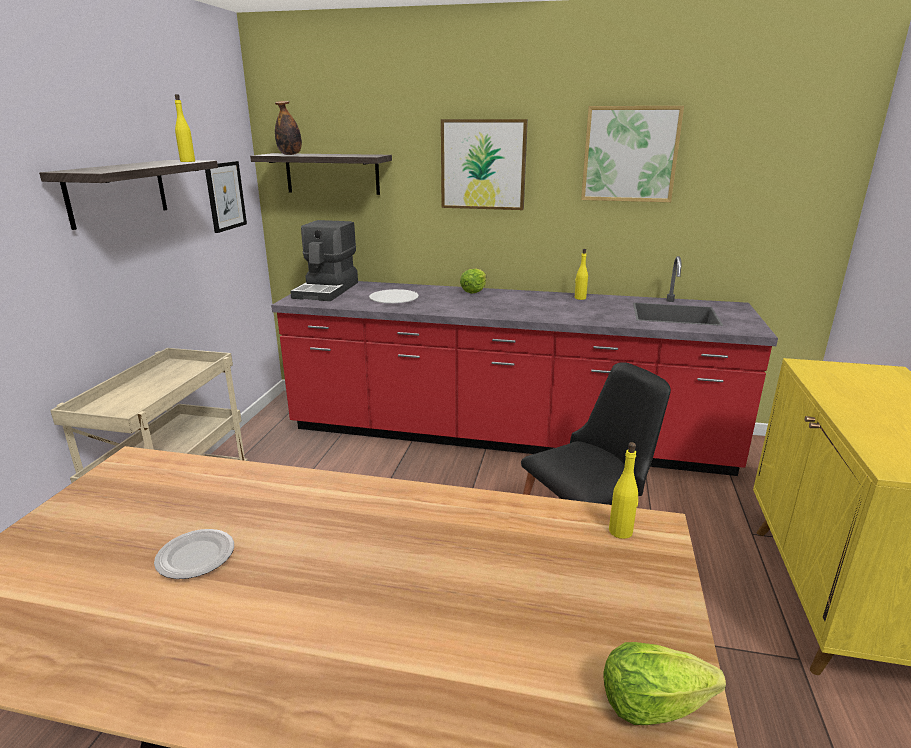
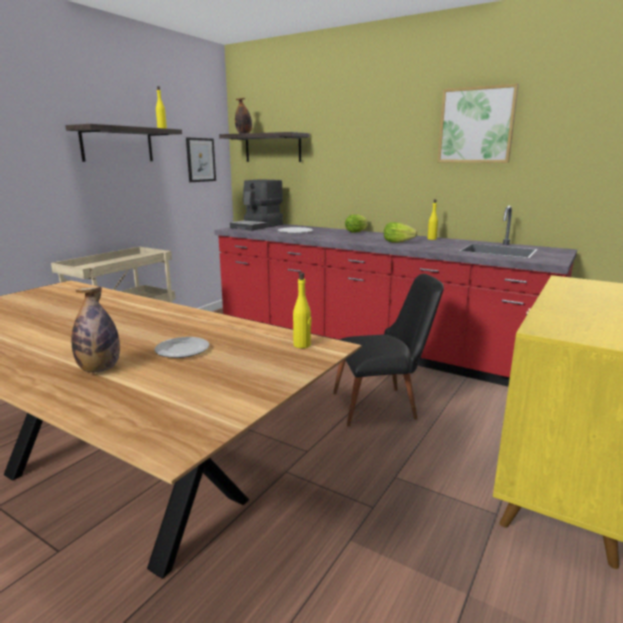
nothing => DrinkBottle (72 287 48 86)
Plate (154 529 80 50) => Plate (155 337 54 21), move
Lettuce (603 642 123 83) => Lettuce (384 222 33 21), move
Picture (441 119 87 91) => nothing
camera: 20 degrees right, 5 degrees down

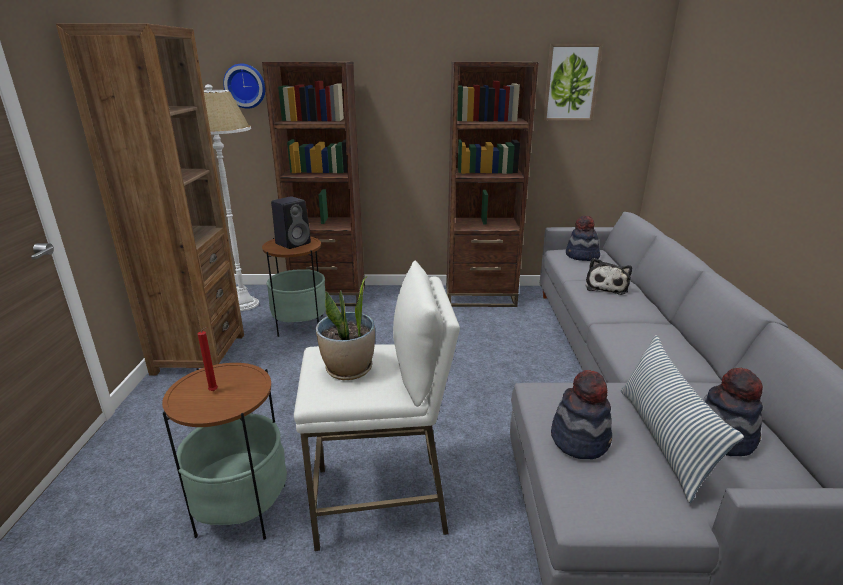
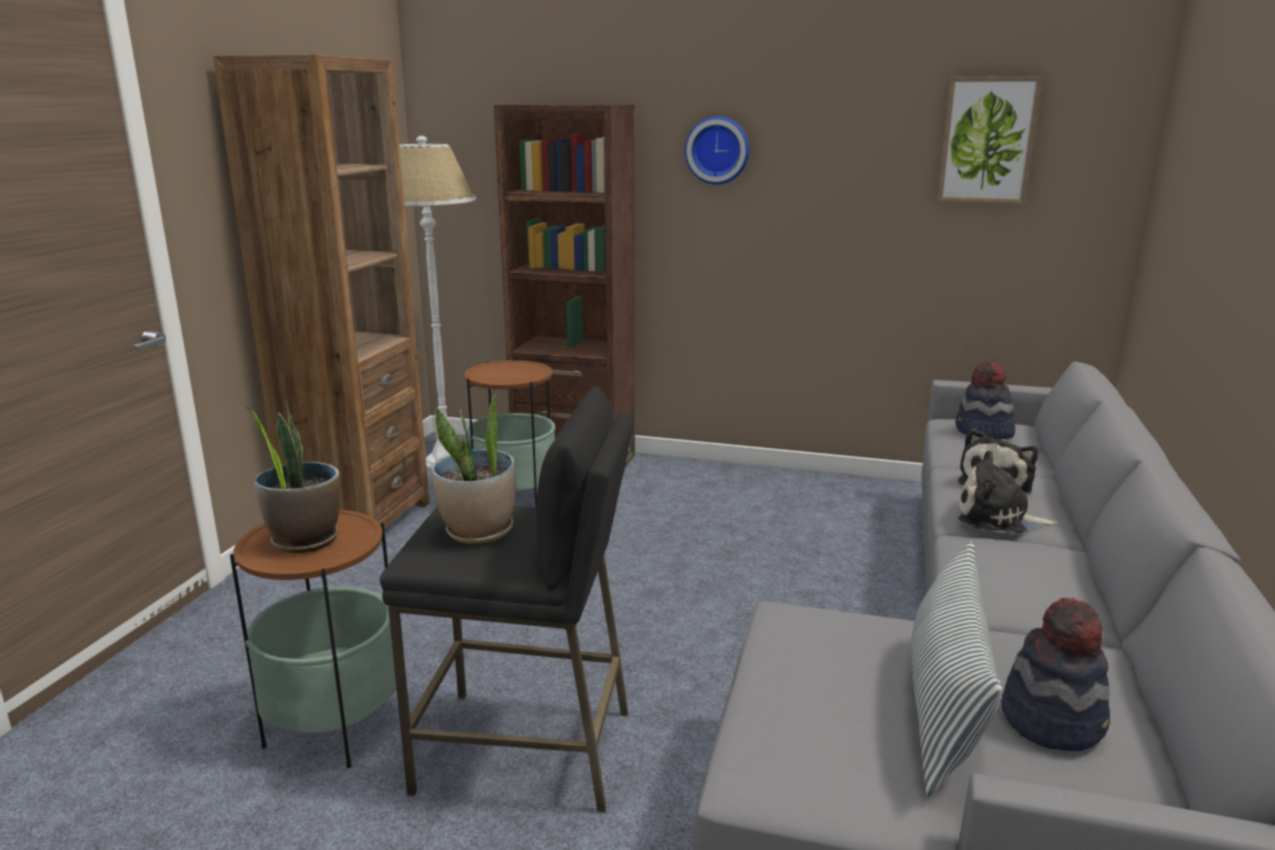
ReddishWaxLight (198 327 20 64) => PlantInAPot (246 399 94 154)
WhiteColouredSittingStool (294 261 166 290) => BlackSittingStool (380 386 255 426)
HangingClock (223 64 42 45) => HangingClock (685 116 65 69), move
nothing => SoftToy (959 450 98 84)
BlackSpeaker (271 196 40 53) => nothing
BrownColouredBookshelf (446 62 92 245) => nothing
Hat (551 370 61 89) => nothing
camera: 15 degrees right, 5 degrees down

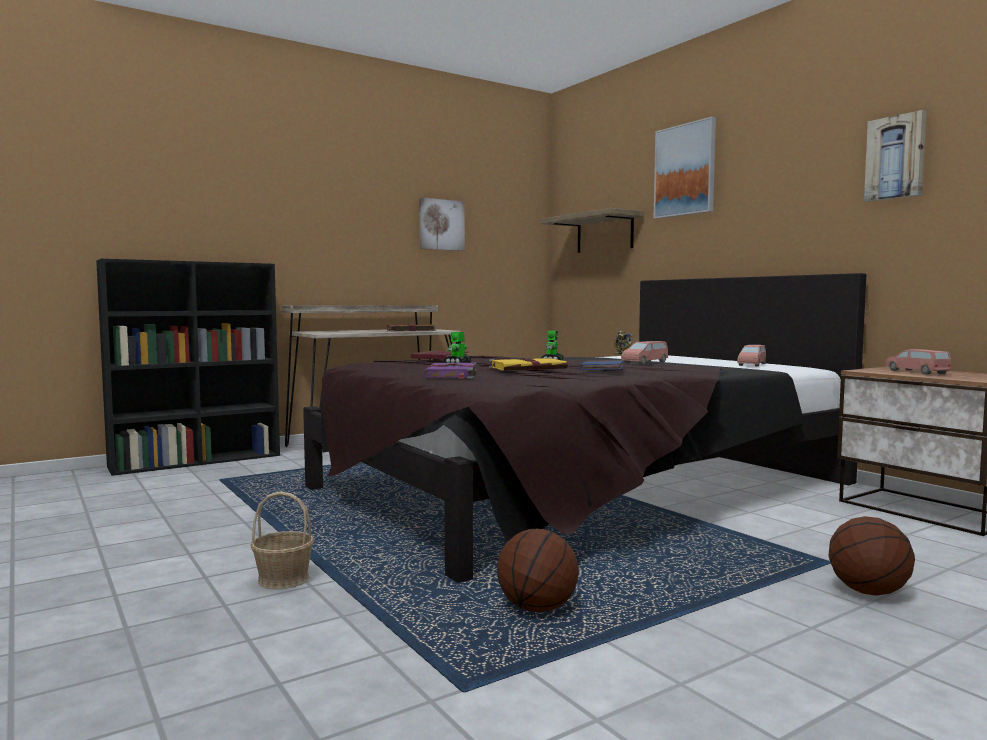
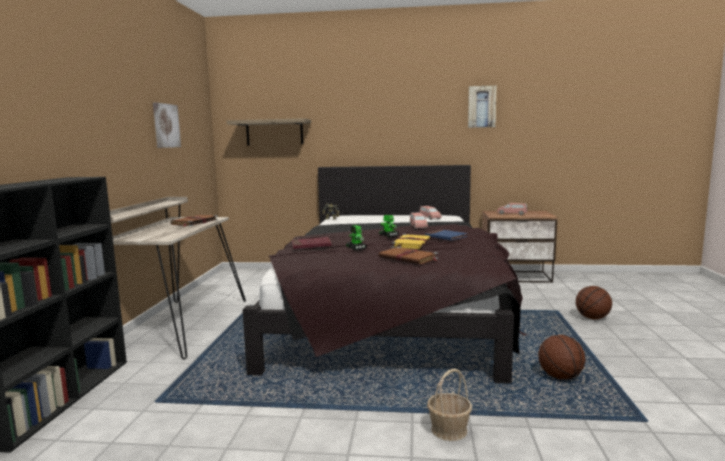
PurpleColouredBook (423 362 54 17) => BrownColouredBook (379 247 60 17)
Picture (654 117 62 102) => nothing
camera: 50 degrees left, 5 degrees up

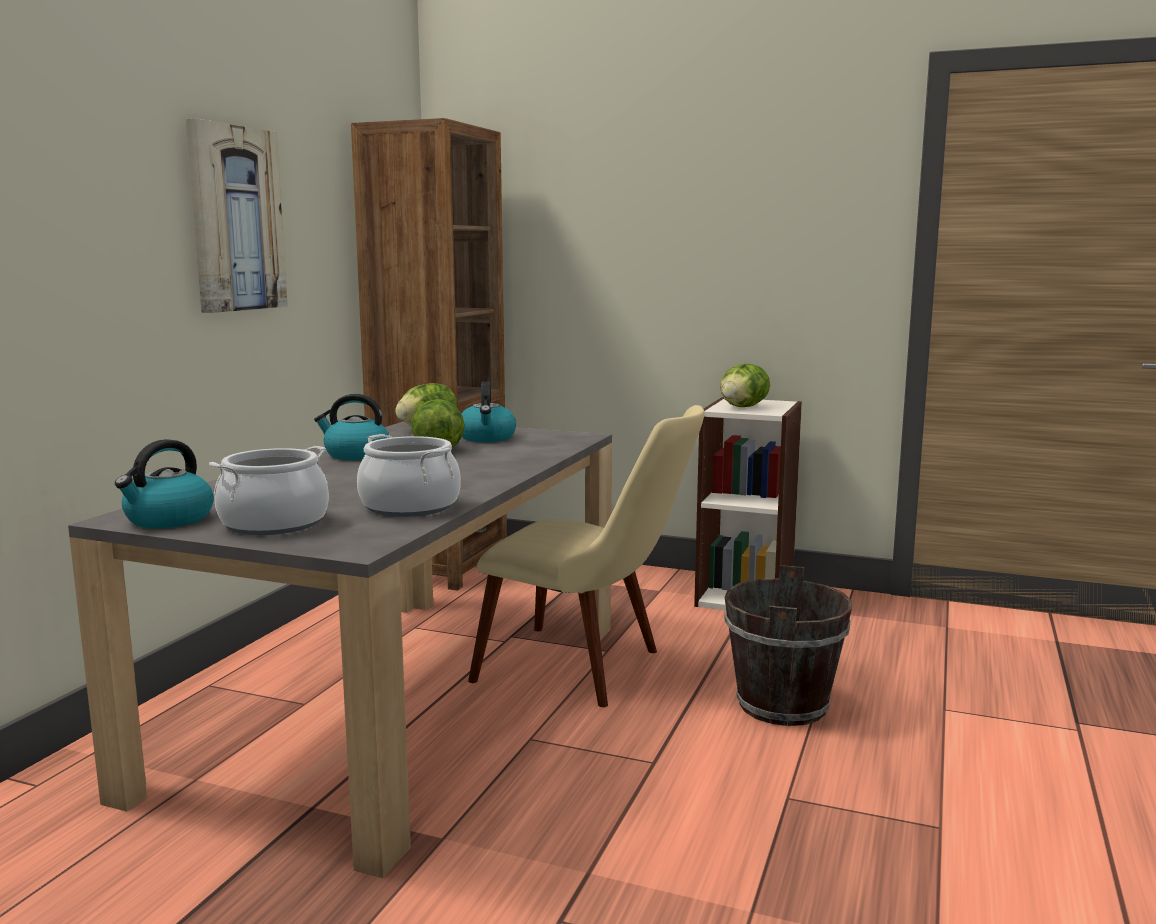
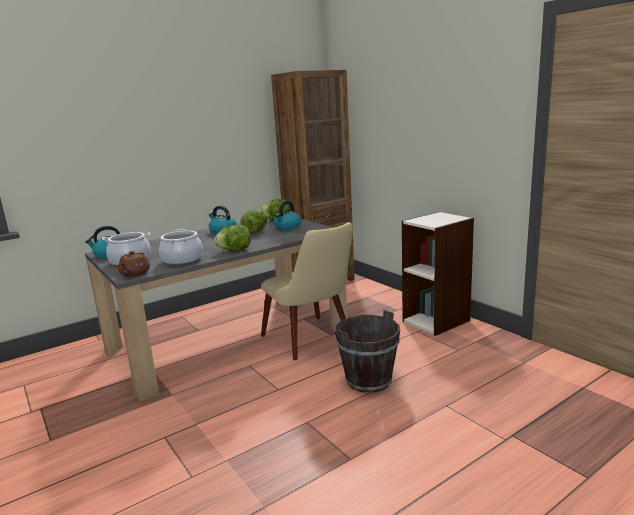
nothing => BrownColouredTeapot (118 251 32 26)
Lettuce (720 363 50 44) => Lettuce (214 225 36 26), move
Picture (186 118 102 195) => nothing
camera: 35 degrees right, 5 degrees up

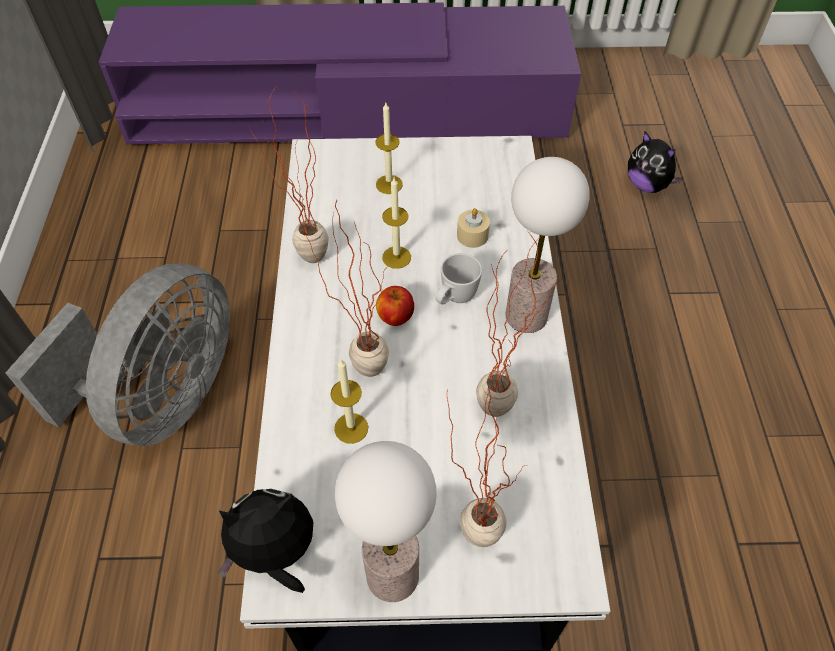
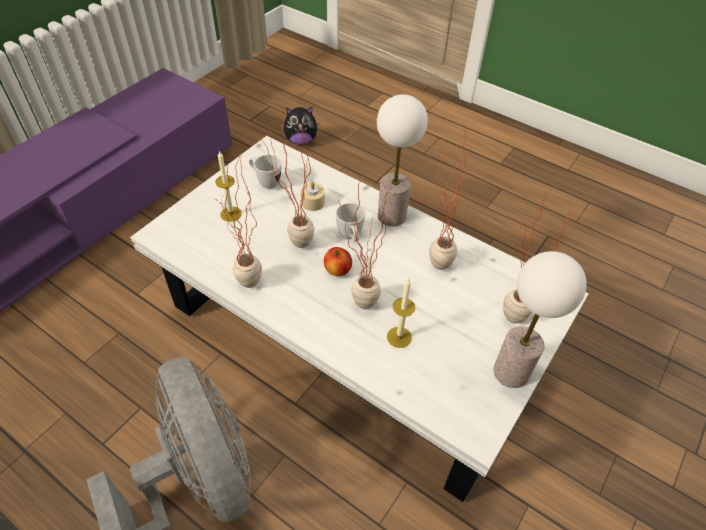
nothing => WhiteColouredTeaMug (249 154 33 35)
WaxLight (382 178 29 91) => PlantInAPot (261 109 54 139)
SoftToy (218 489 95 104) => nothing
camera: 55 degrees left, 5 degrees down

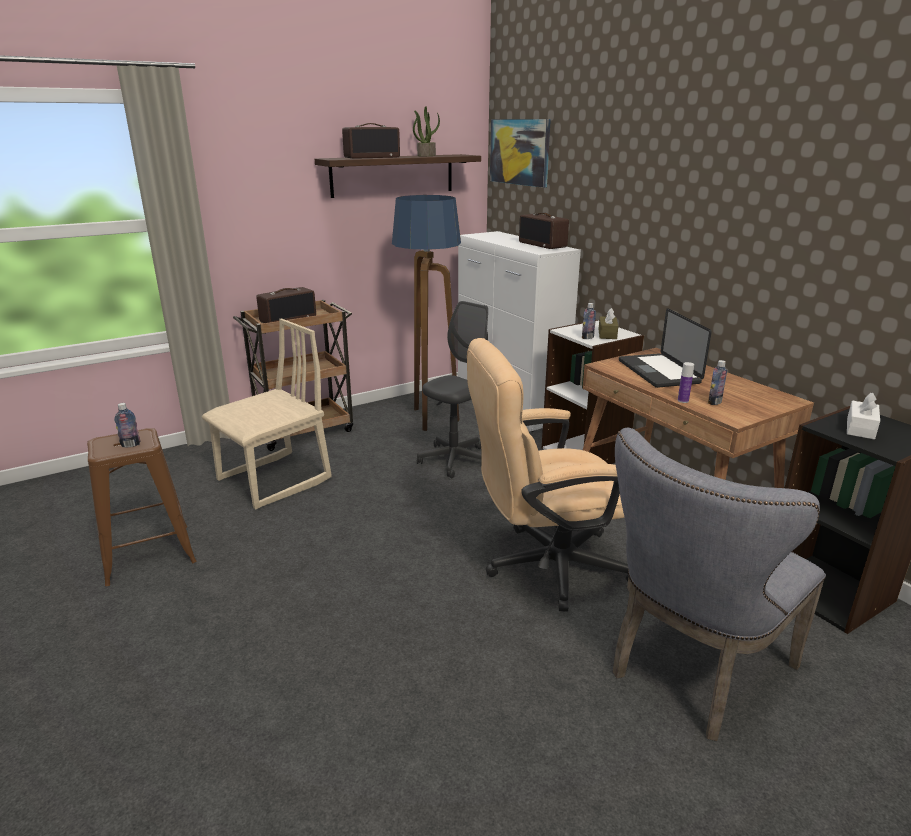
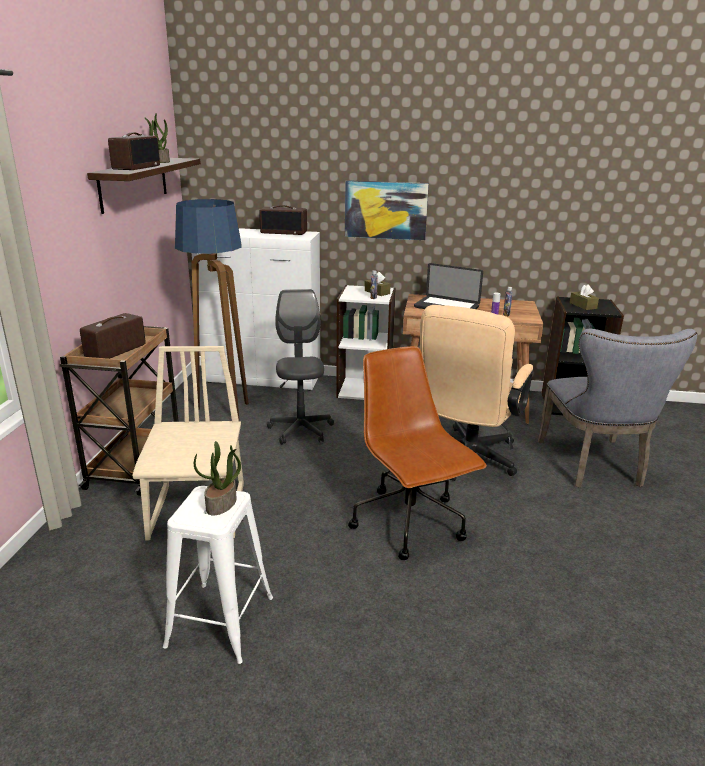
RadioReceiver (256 287 60 36) => RadioReceiver (80 313 66 46), 150 degrees counterclockwise
BrownColouredSittingStool (87 428 110 158) => WhiteColouredSittingStool (163 486 110 178)
DrinkBottle (114 403 27 44) => PlantInAPot (194 441 47 74)
Picture (490 119 61 69) => Picture (345 180 84 60), move
nothing => BrownColouredComputerChair (348 346 139 214)
WhiteColouredTissueHolder (847 393 33 46) => BrownColouredTissueHolder (570 284 29 26)
camera: 50 degrees left, 0 degrees up

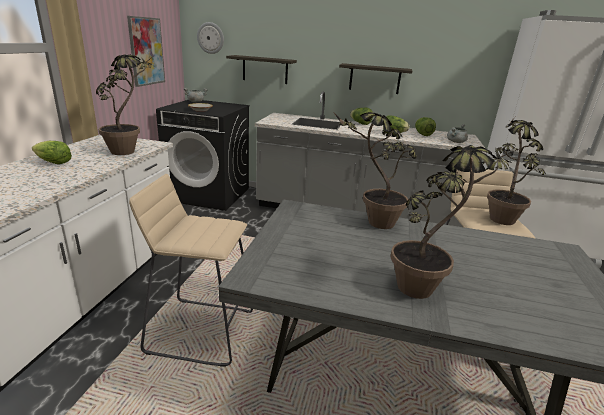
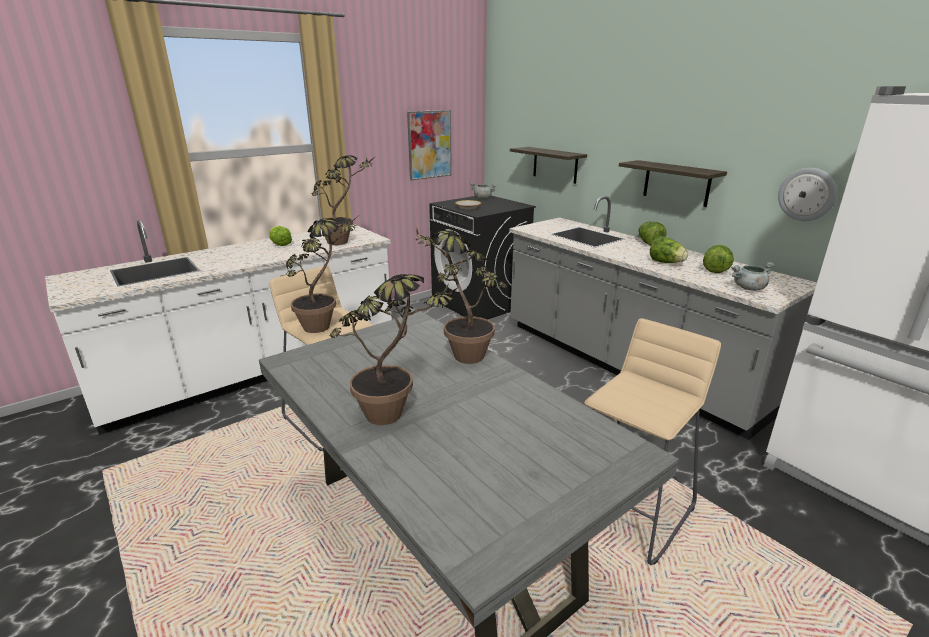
PlantInAPot (487 117 59 108) => PlantInAPot (286 217 71 116), move
HangingClock (197 22 27 32) => HangingClock (778 168 59 53), move
camera: 40 degrees right, 0 degrees up

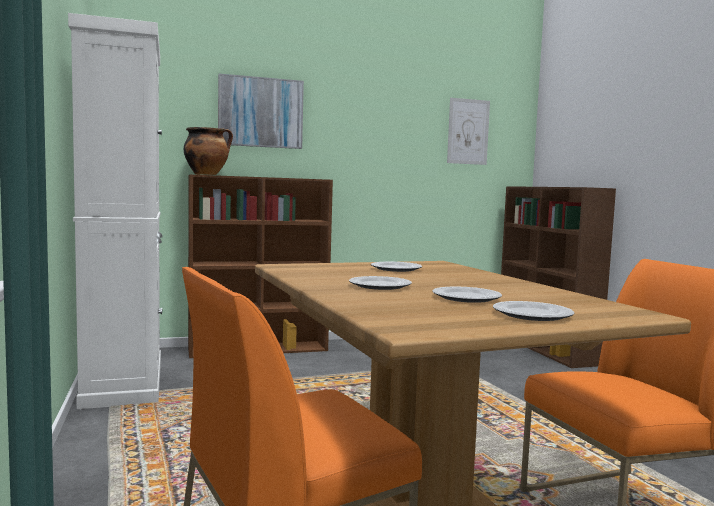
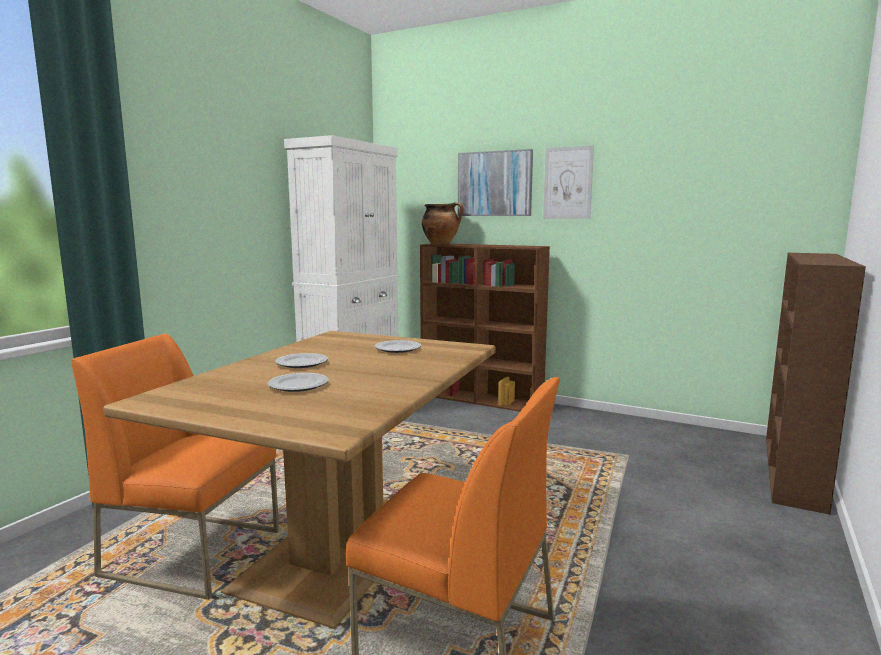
Picture (447 98 43 67) => Picture (543 145 51 74), move
Plate (493 301 81 20) => nothing
camera: 45 degrees right, 5 degrees up

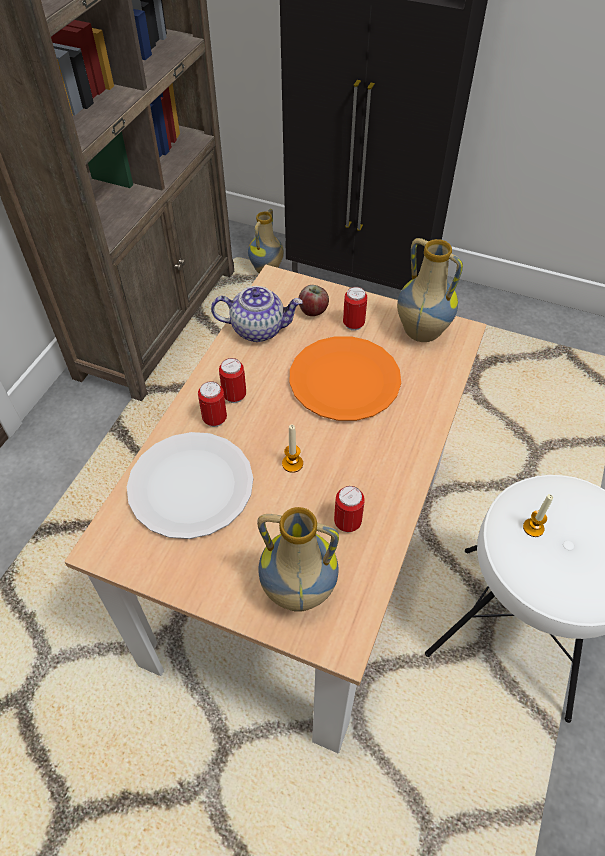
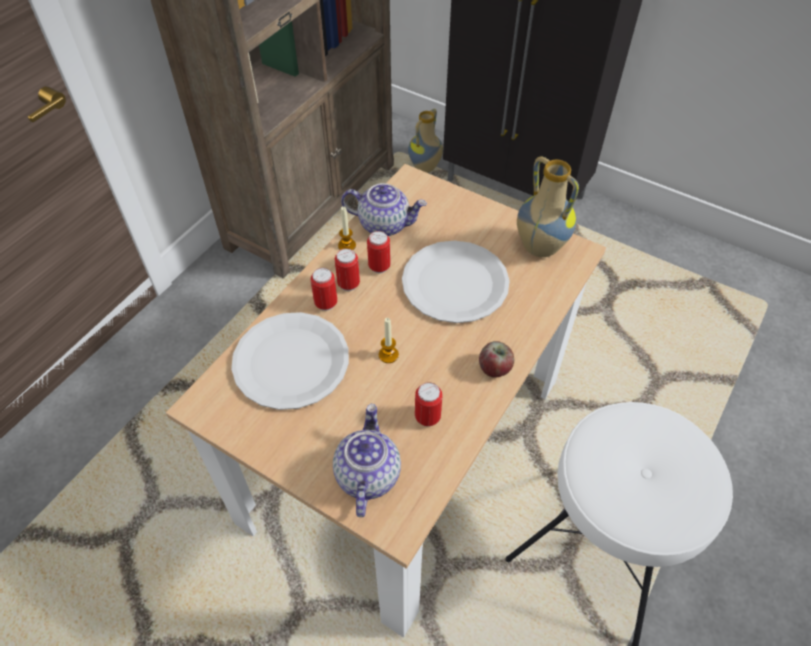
DecorativeVase (257 507 82 105) => Teapot (333 404 68 113)
WaxLight (523 494 30 43) => WaxLight (338 206 18 44), move
SealedCan (343 287 24 44) => SealedCan (367 231 24 42), move
OrangeColouredPlate (290 336 111 85) => WhiteColouredPlate (402 241 108 82)
WholeApple (299 285 30 31) => WholeApple (479 341 35 37), move
camera: 10 degrees right, 0 degrees up

